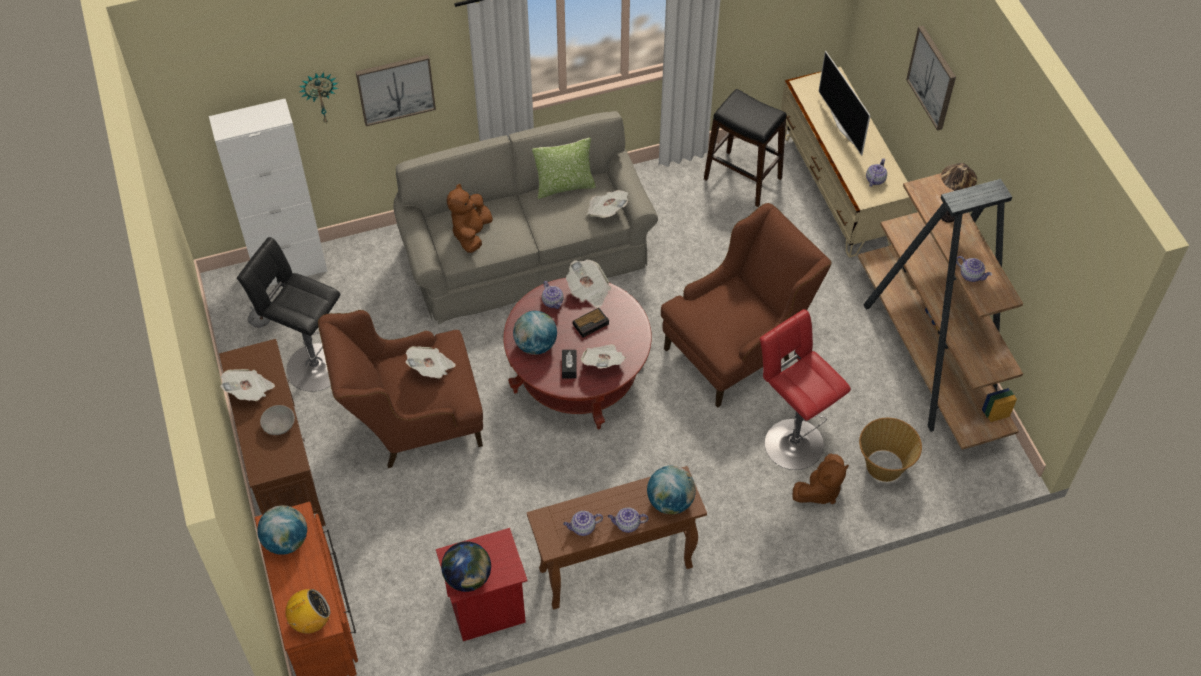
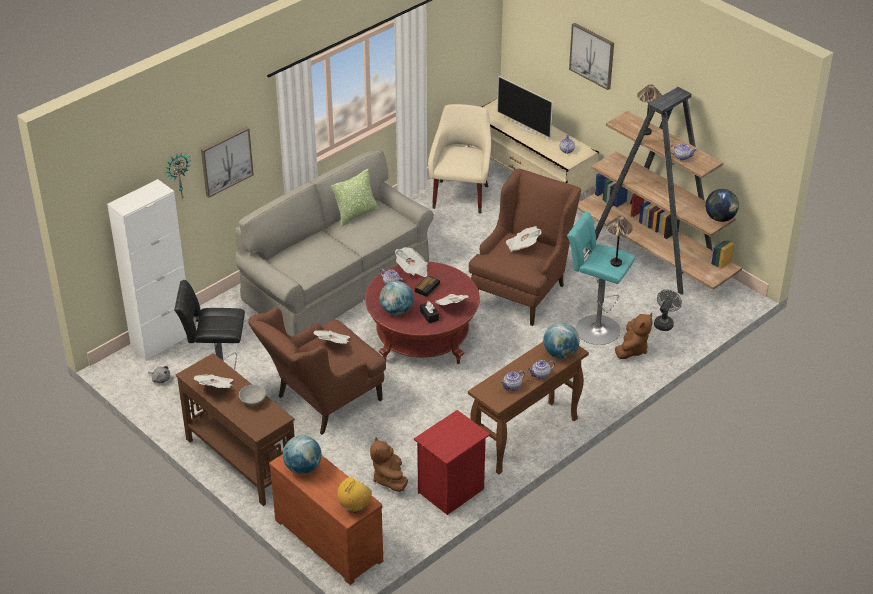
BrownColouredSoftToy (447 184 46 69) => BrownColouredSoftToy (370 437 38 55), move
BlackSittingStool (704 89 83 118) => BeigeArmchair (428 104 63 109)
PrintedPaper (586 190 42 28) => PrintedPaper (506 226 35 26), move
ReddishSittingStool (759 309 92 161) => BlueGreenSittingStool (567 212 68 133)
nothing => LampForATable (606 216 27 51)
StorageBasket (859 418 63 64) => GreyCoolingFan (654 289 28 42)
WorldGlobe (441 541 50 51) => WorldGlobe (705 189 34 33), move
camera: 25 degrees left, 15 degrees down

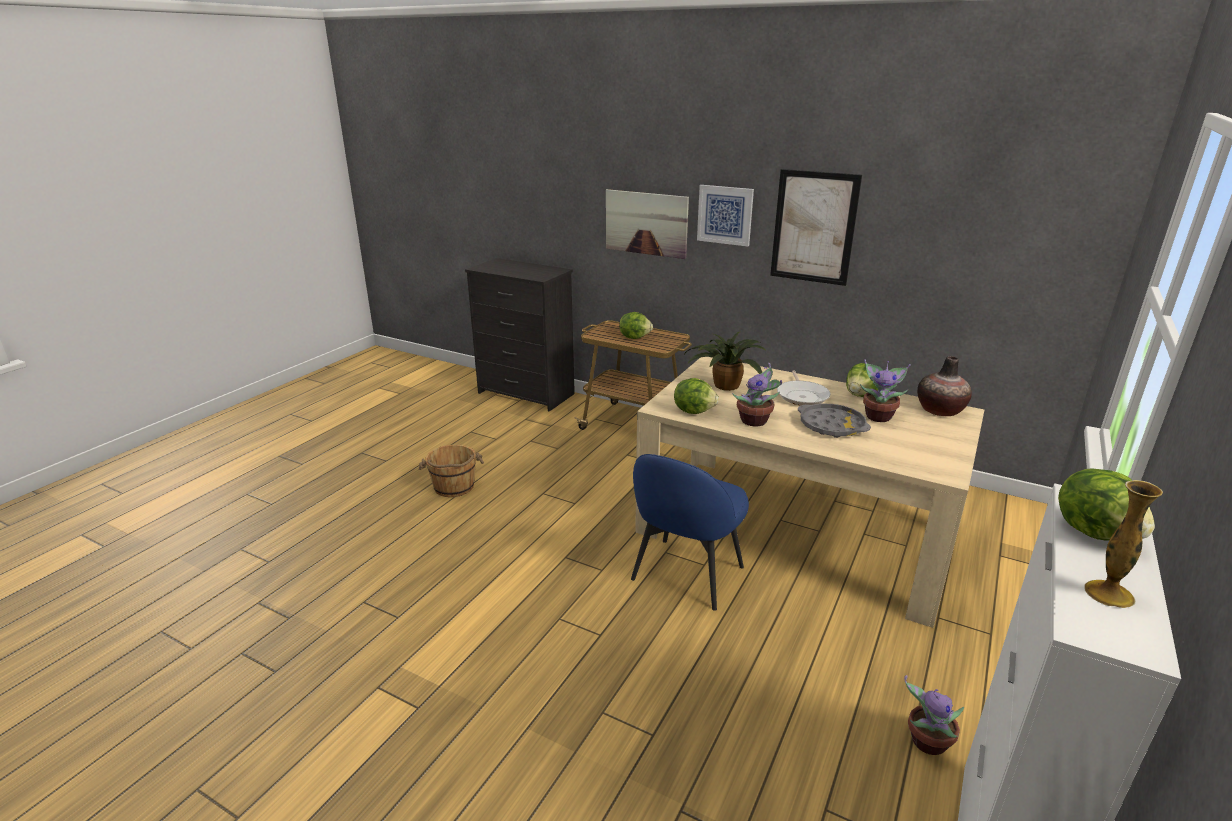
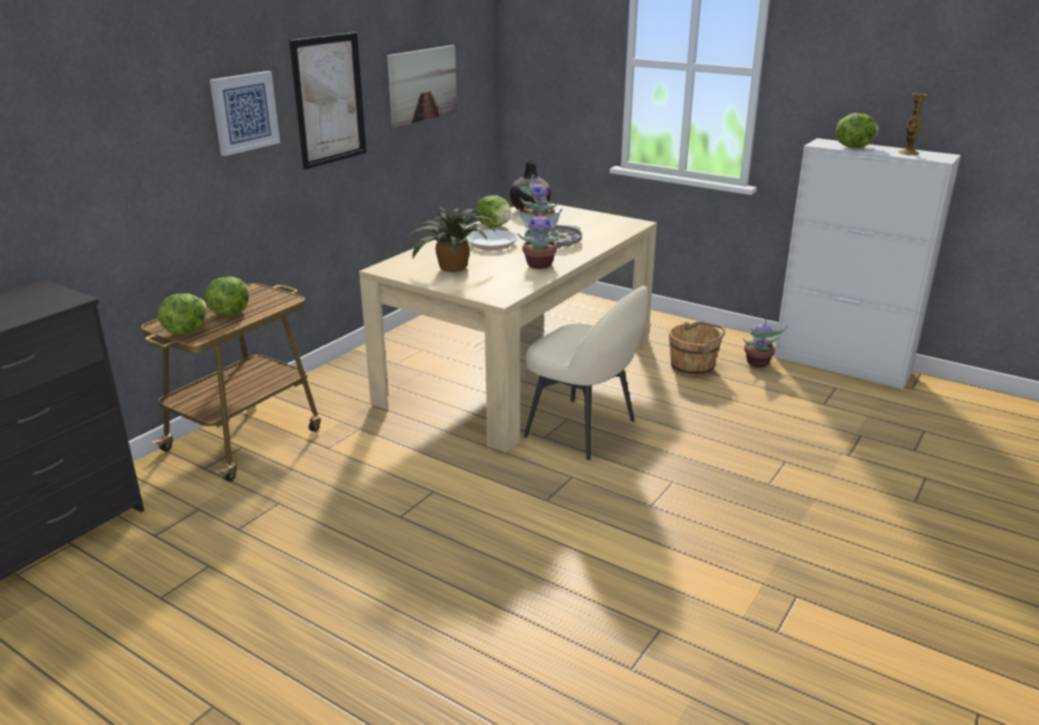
Lettuce (674 378 45 36) => Lettuce (157 293 50 42), move
Picture (606 189 83 70) => Picture (387 45 70 83), move
BluishChair (631 454 118 157) => BeigeChair (524 285 124 175)
BrownColouredPail (419 445 65 52) => BrownColouredPail (669 321 56 56), move
camera: 85 degrees left, 0 degrees up

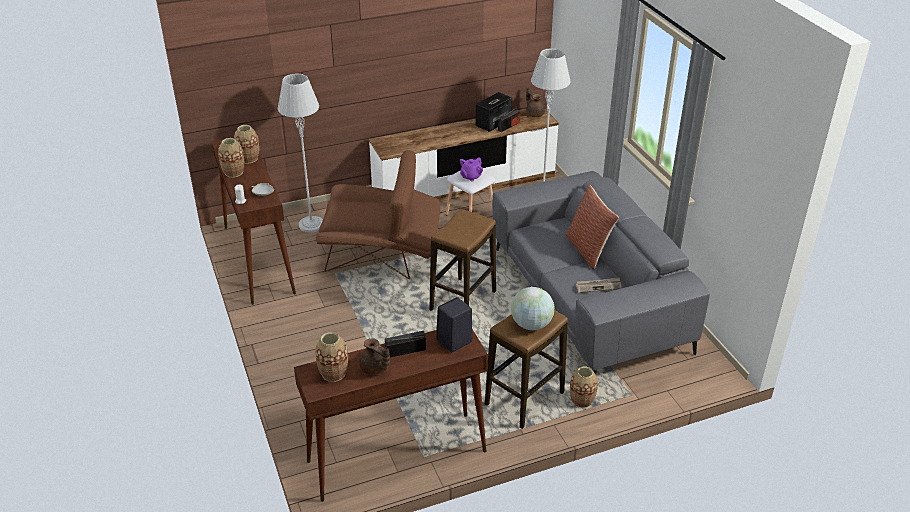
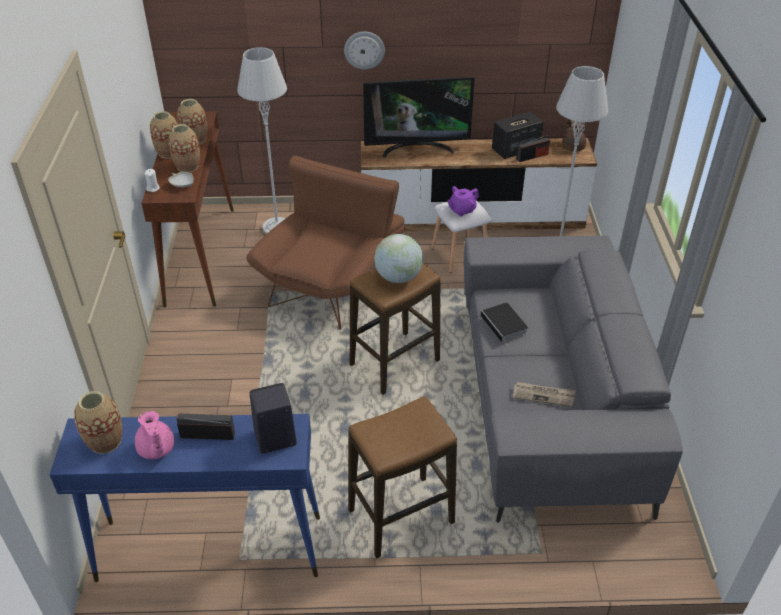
BrownColouredConsoleTable (294 329 194 173) => BluishConsoleTable (49 414 271 168)
BrownColouredTeapot (359 339 31 36) => PinkishTeapot (135 411 39 48)
DecorativeVase (570 366 28 42) => DecorativeVase (169 124 31 48), move
BrownColouredArmchair (316 150 124 129) => BrownColouredArmchair (247 155 157 175), 90 degrees counterclockwise
nothing => HangingClock (344 31 41 39)
nothing => Television (363 76 112 82)
WorldGlobe (511 287 43 43) => WorldGlobe (374 234 49 49), move
nothing => Book (481 303 48 44)
Pillow (565 185 54 85) => nothing
camera: 20 degrees right, 5 degrees up

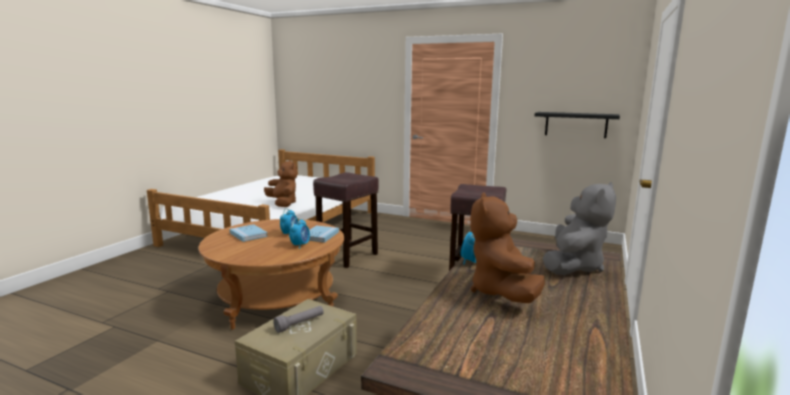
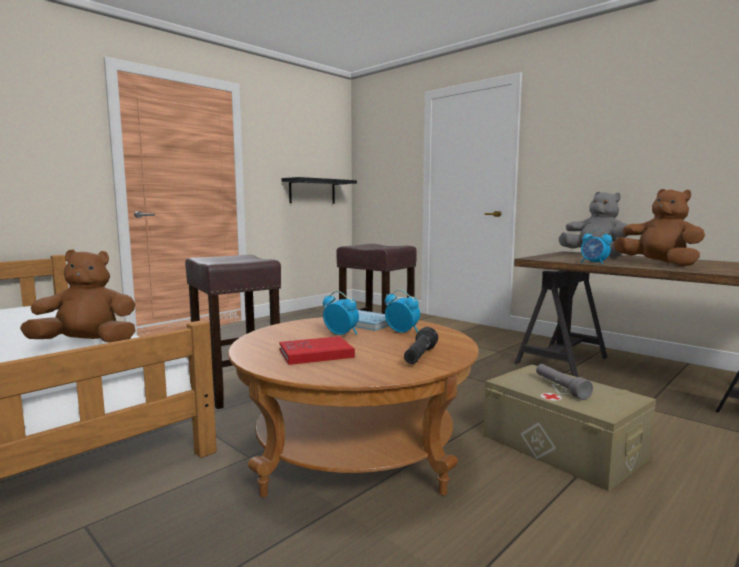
BluishBook (229 224 39 18) => ReddishBook (279 336 76 29)
nothing => BlackFlashlight (404 327 34 37)
BrownColouredSoftToy (470 193 75 110) => BrownColouredSoftToy (613 189 92 77), 150 degrees counterclockwise
camera: 70 degrees left, 5 degrees down

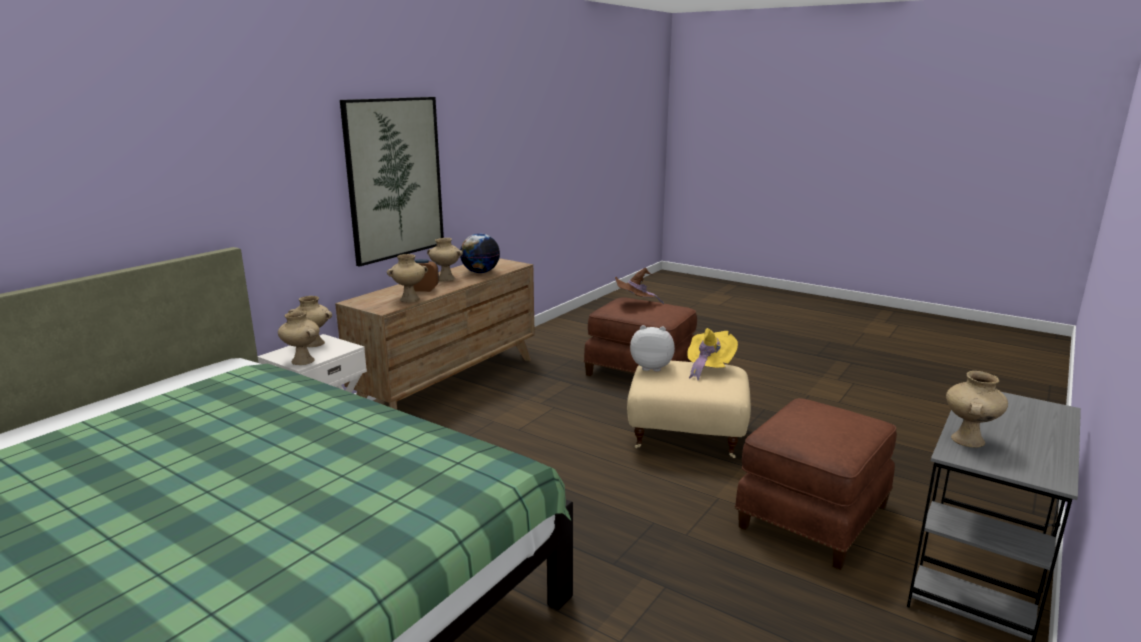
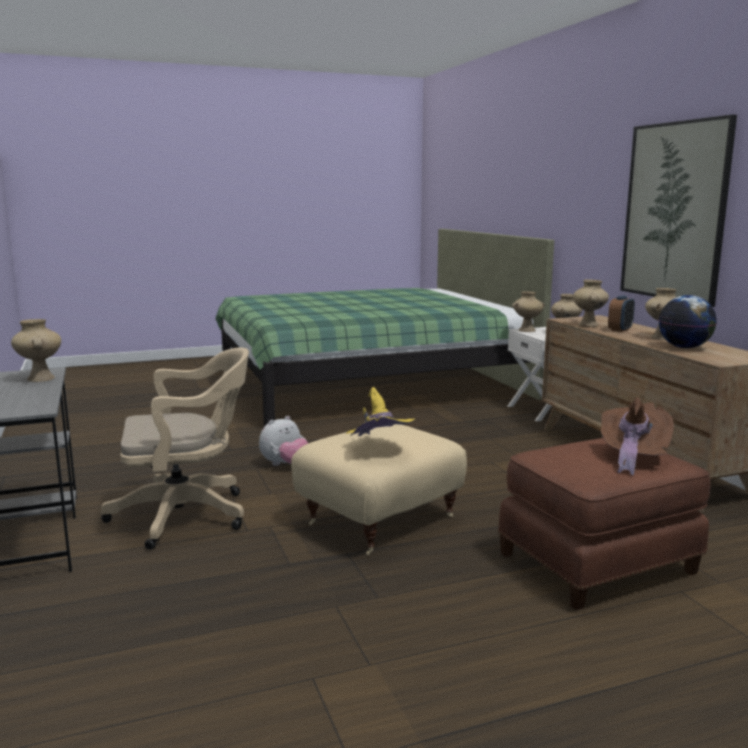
BrownColouredFootrest (735 398 162 172) => BeigeComputerChair (101 347 148 203)
SoftToy (630 325 45 47) => SoftToy (259 416 49 50), move
camera: 125 degrees right, 5 degrees down

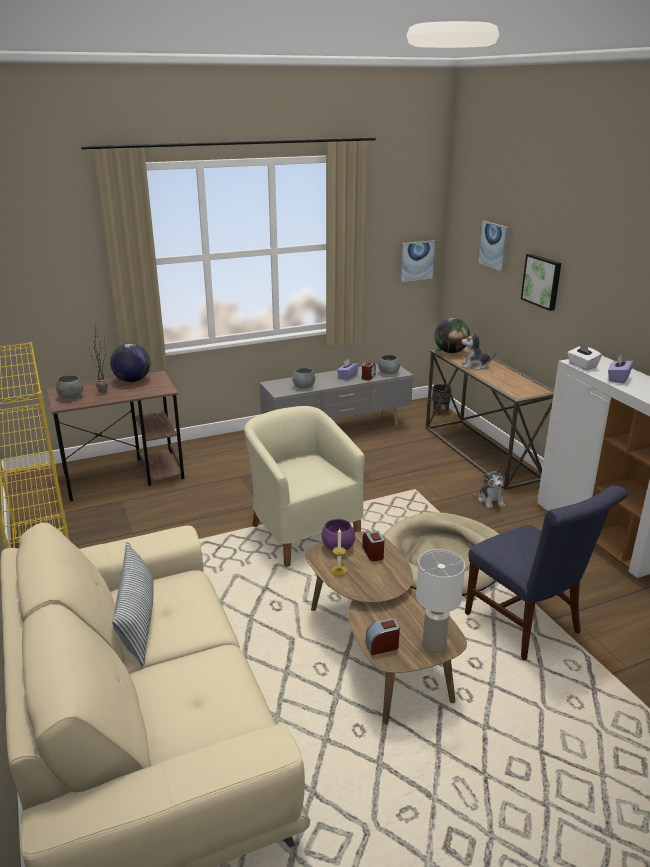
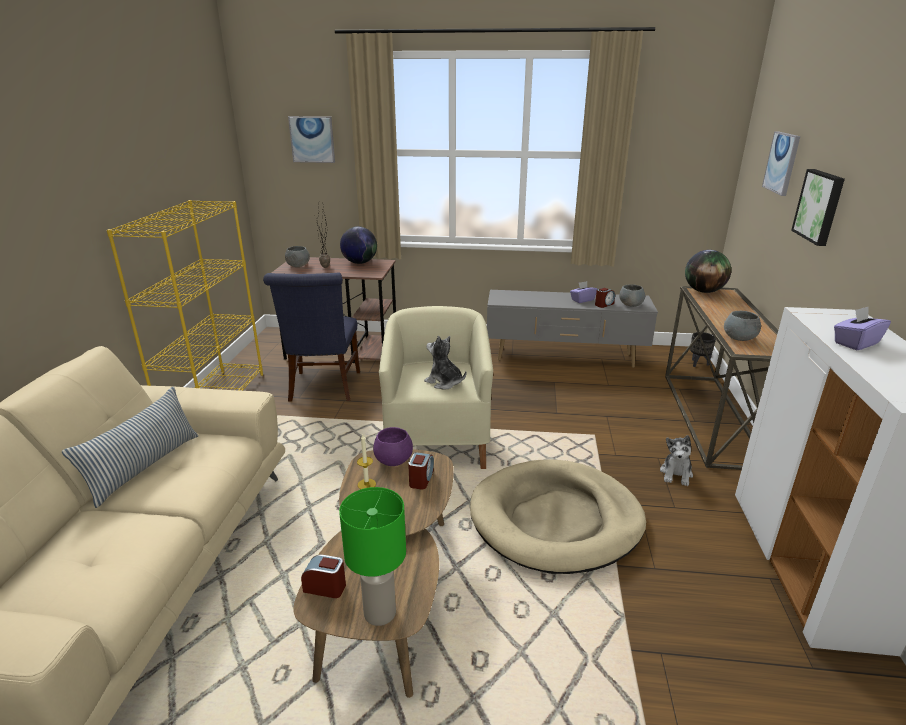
BluishChair (465 485 163 175) => BluishChair (263 272 97 130), move
Picture (399 240 37 43) => Picture (288 116 47 47), move
WhiteColouredLampForATable (416 549 49 104) => GreenLampForATable (339 487 67 139)
SoftToy (461 332 35 38) => SoftToy (424 336 42 54), move
GreyServingBowl (292 368 23 20) => GreyServingBowl (724 311 37 30), move
WhiteColouredTissueHolder (568 343 34 27) => nothing
camera: 30 degrees right, 0 degrees up

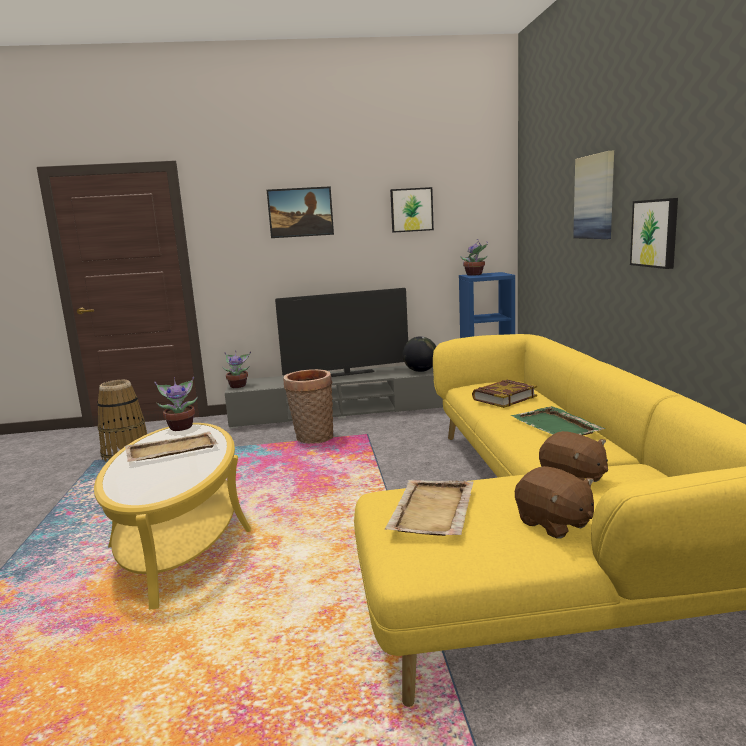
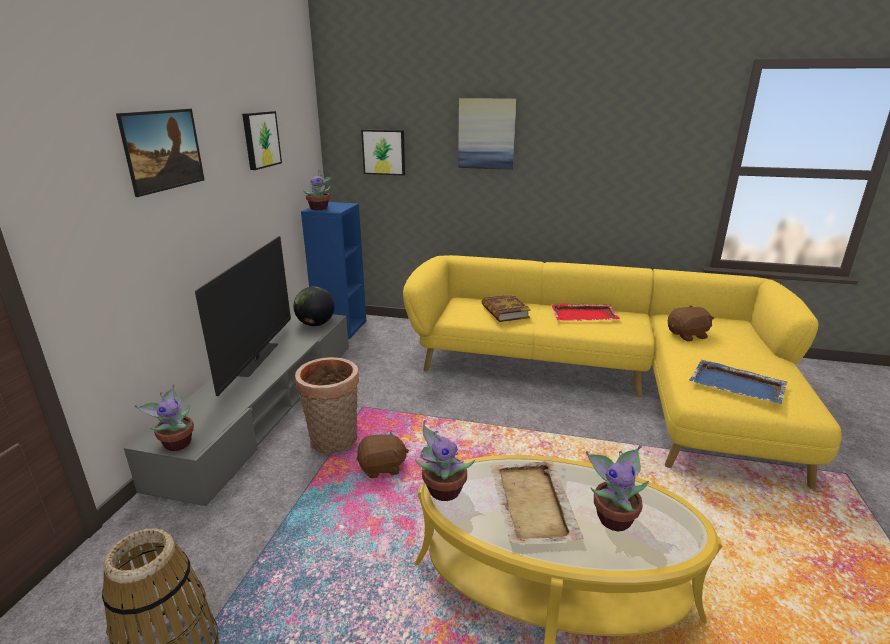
BrownColouredSoftToy (515 466 79 73) => BrownColouredSoftToy (356 430 53 48), move
Picture (630 198 48 71) => Picture (361 129 44 47), move
GreenTray (511 406 95 29) => ReddishTray (551 303 69 18)
nothing => PlantInAPot (586 445 63 86)
BeigeTray (385 480 88 56) => BluishTray (689 360 98 44)
camera: 70 degrees left, 10 degrees up

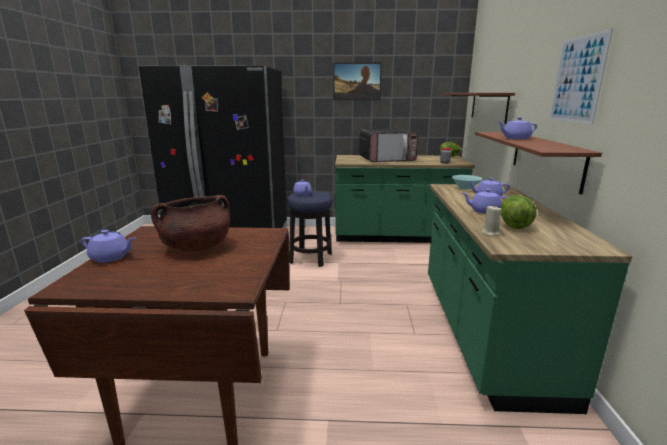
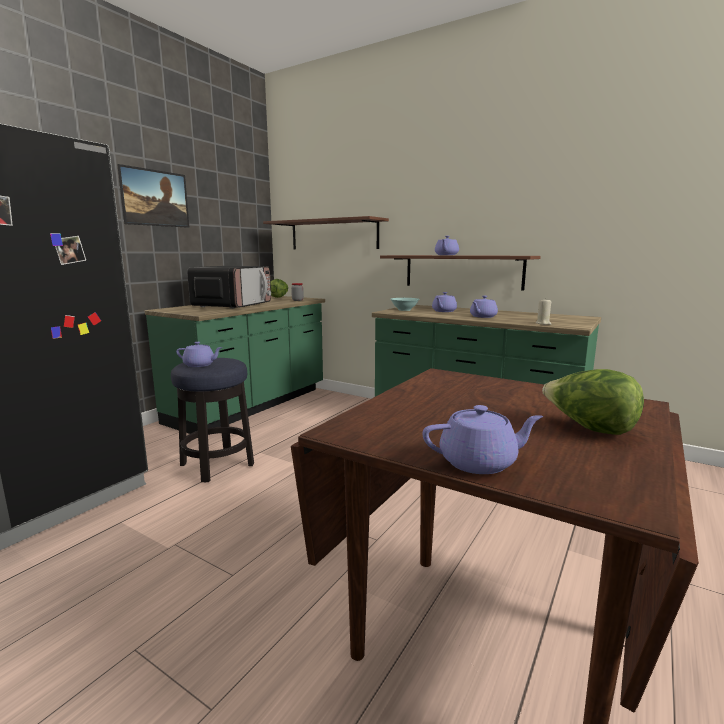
PurpleColouredTeapot (81 230 54 32) => PurpleColouredTeapot (423 405 120 69), 45 degrees clockwise
Lettuce (500 195 36 34) => Lettuce (542 369 102 66), move
BrownColouredSaucepot (151 195 79 56) => nothing
Picture (549 29 64 96) => nothing
camera: 60 degrees left, 5 degrees down

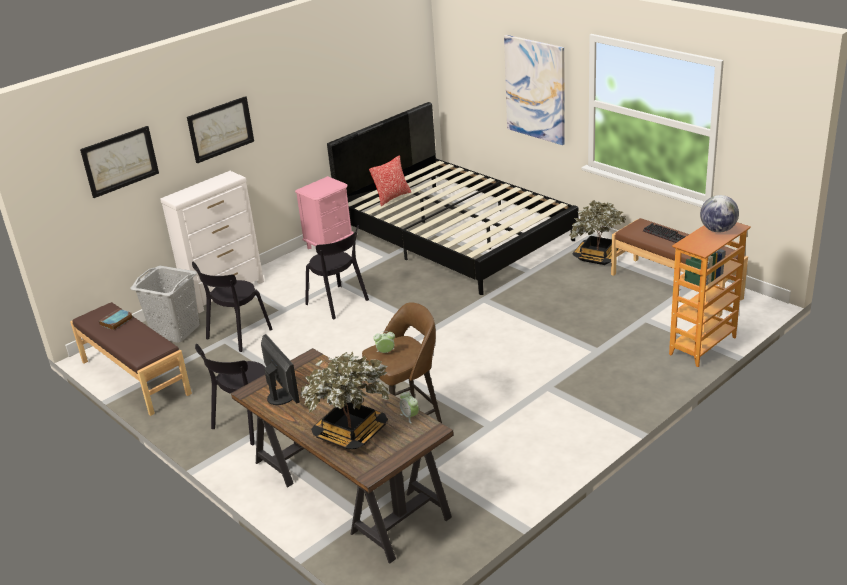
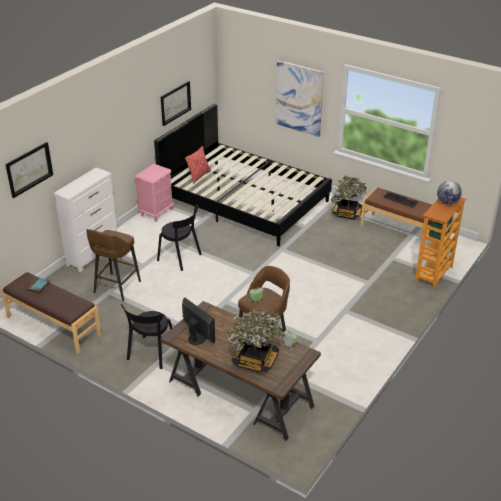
BlackChair (192 262 81 90) => BrownColouredSittingStool (86 229 55 72)
Picture (187 96 67 67) => Picture (161 81 30 45), move
GreyHamper (130 266 69 77) => nothing
camera: 15 degrees left, 5 degrees up

